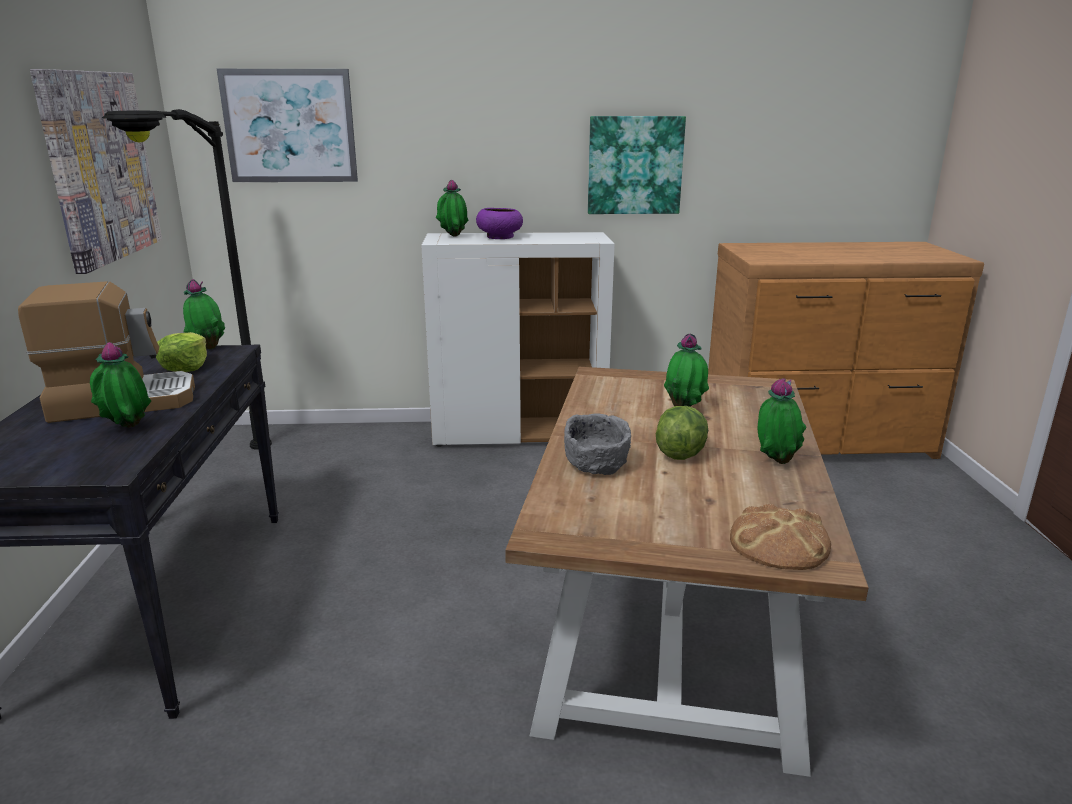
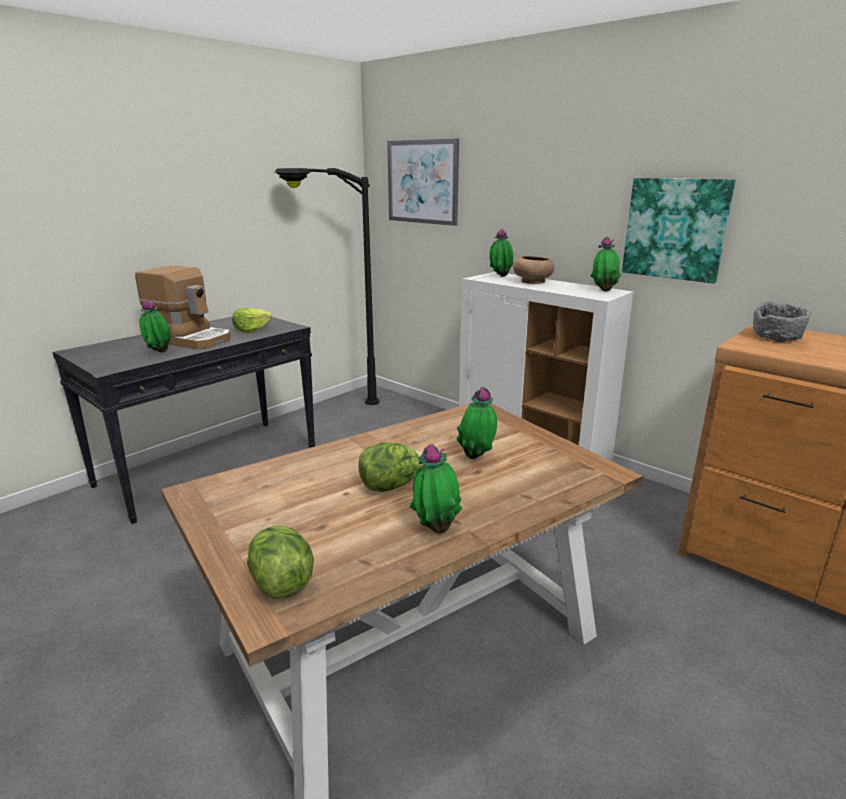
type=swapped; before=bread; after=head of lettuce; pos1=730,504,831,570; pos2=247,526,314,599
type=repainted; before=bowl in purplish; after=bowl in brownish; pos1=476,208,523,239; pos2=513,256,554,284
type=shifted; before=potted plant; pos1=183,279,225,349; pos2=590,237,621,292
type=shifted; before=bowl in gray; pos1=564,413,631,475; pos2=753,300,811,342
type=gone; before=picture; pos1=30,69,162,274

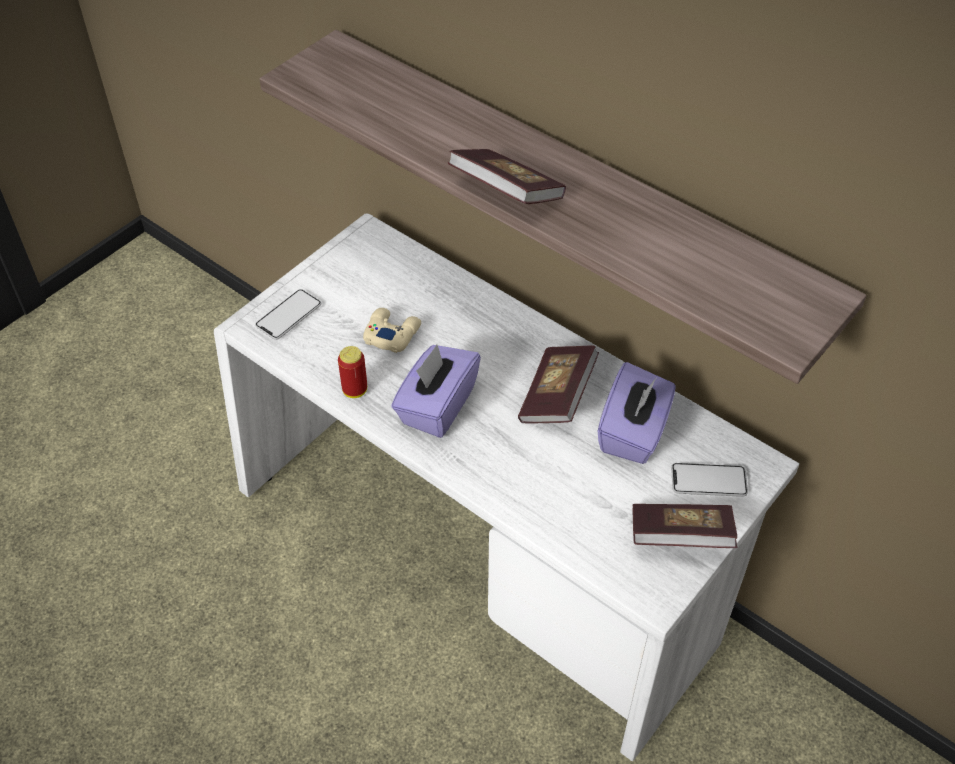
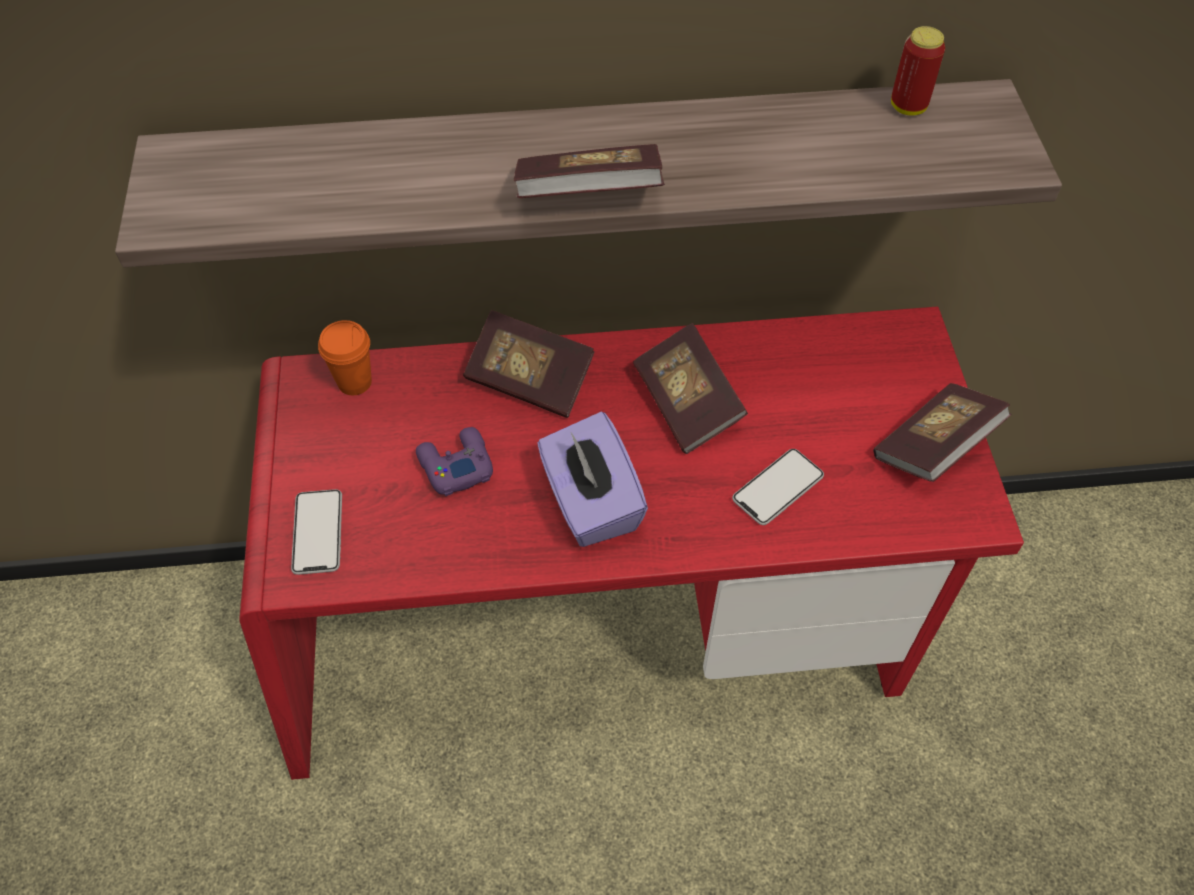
type=repainted; before=desk table in white; after=desk table in red-coloured; pos1=214,214,799,761; pos2=239,307,1024,780
type=new; after=cup in orangey; pos2=318,320,372,395
type=repainted; before=game controller in beige; after=game controller in purplish; pos1=363,308,421,353; pos2=416,427,493,496
type=new; after=book; pos2=463,310,594,418
type=shifted; before=phone; pos1=671,463,748,497; pos2=732,449,824,525
type=shifted; before=sealed can; pos1=338,346,367,398; pos2=891,26,945,116
type=gone; before=tissue holder in purplish; pos1=598,362,676,464

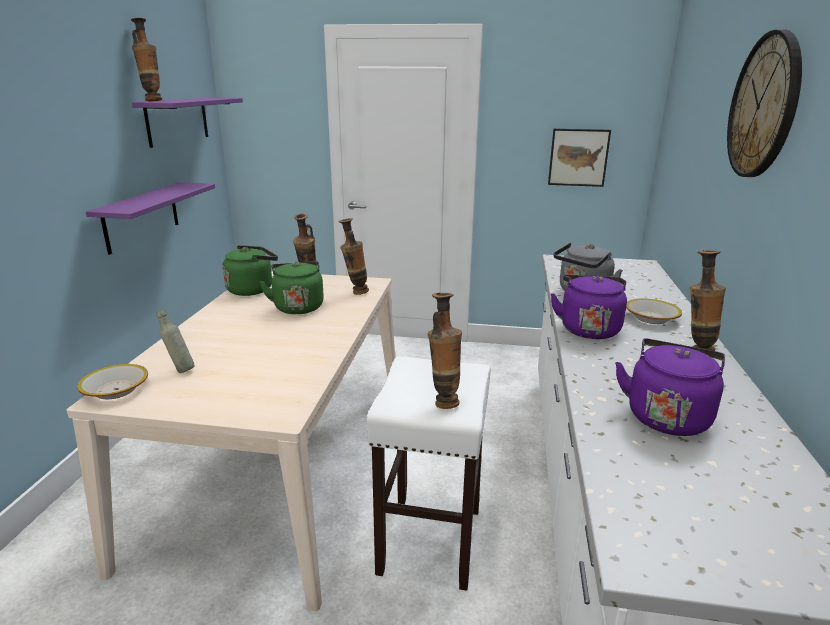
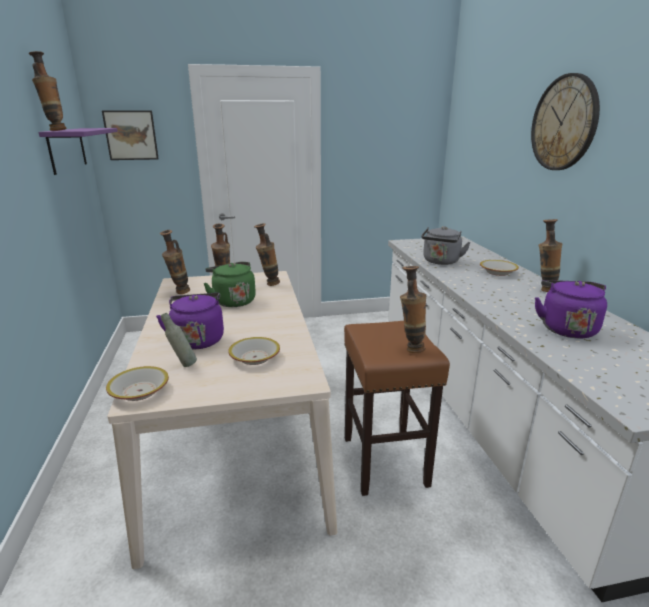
type=shifted; before=picture; pos1=548,129,611,187; pos2=102,110,159,160
type=shifted; before=water kettle in purplish; pos1=550,275,627,339; pos2=156,293,224,349
type=swapped; before=water kettle in green-coloured; after=decorative vase; pos1=222,245,278,296; pos2=160,230,190,294
type=new; after=bowl; pos2=228,337,280,365
type=repainted; before=sitting stool in white; after=sitting stool in brownish; pos1=366,356,491,591; pos2=344,321,450,496
type=gone; before=bracket shelf in purplish; pos1=86,182,215,255

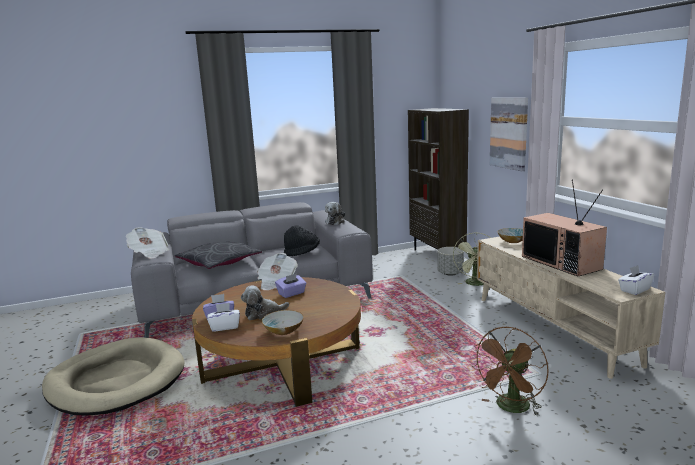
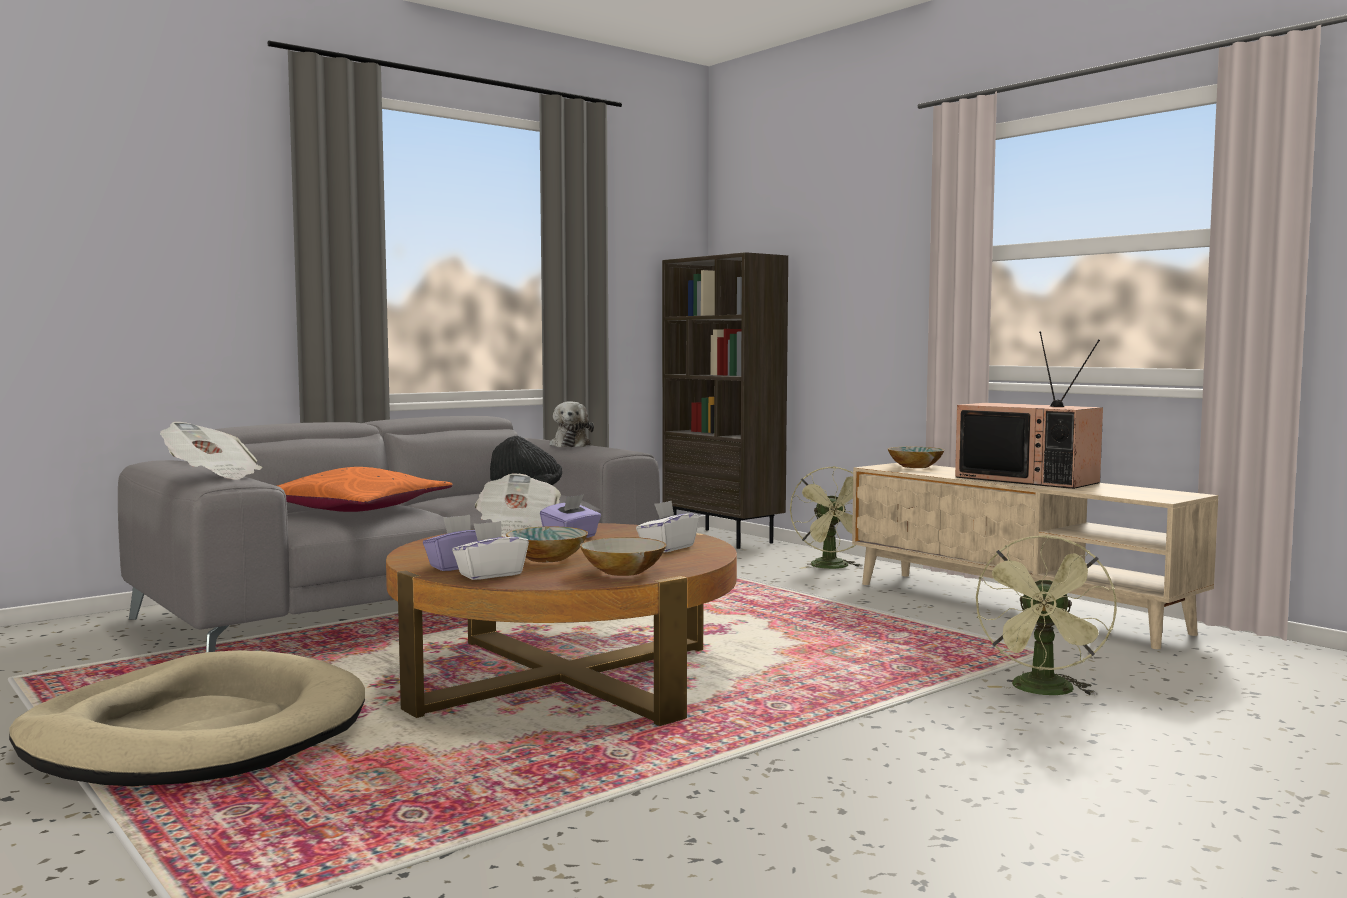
type=repainted; before=pillow in gray; after=pillow in orangey; pos1=175,242,262,269; pos2=277,467,452,512
type=swapped; before=plush toy; after=bowl; pos1=241,285,289,320; pos2=506,526,588,562
type=shifted; before=tissue holder in white; pos1=618,265,654,295; pos2=636,501,699,553
type=repainted; before=electric fan in brownish; after=electric fan in green-coloured; pos1=472,327,549,415; pos2=976,535,1117,696
type=gone; before=plant pot in gray; pos1=438,247,464,276
type=gone; before=picture; pos1=490,97,528,171

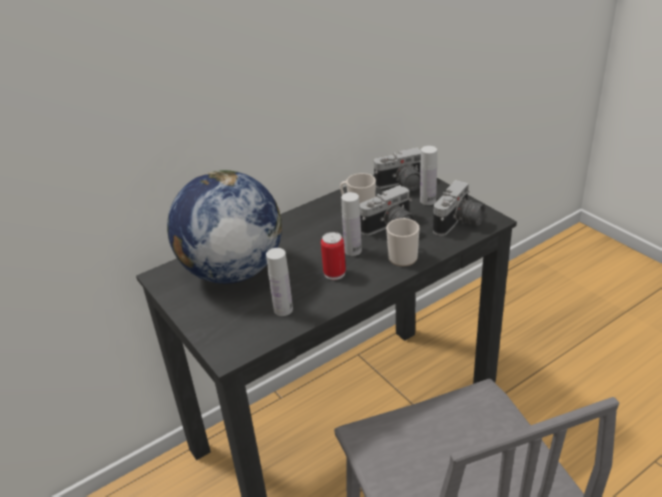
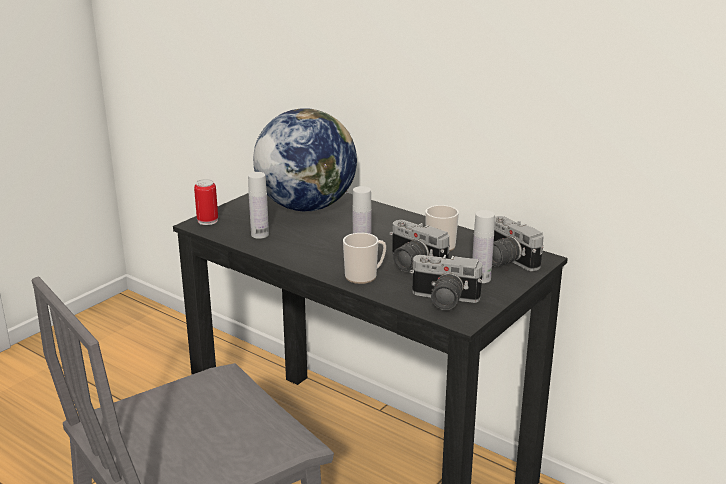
type=shifted; before=sealed can; pos1=321,232,346,280; pos2=194,179,218,225

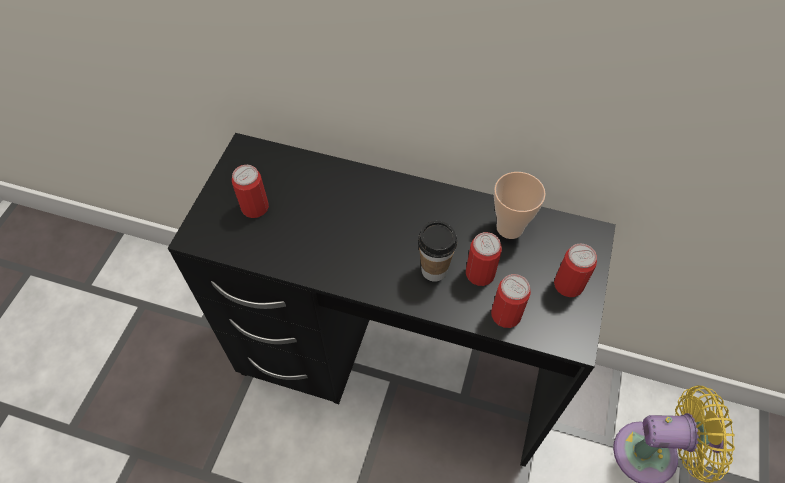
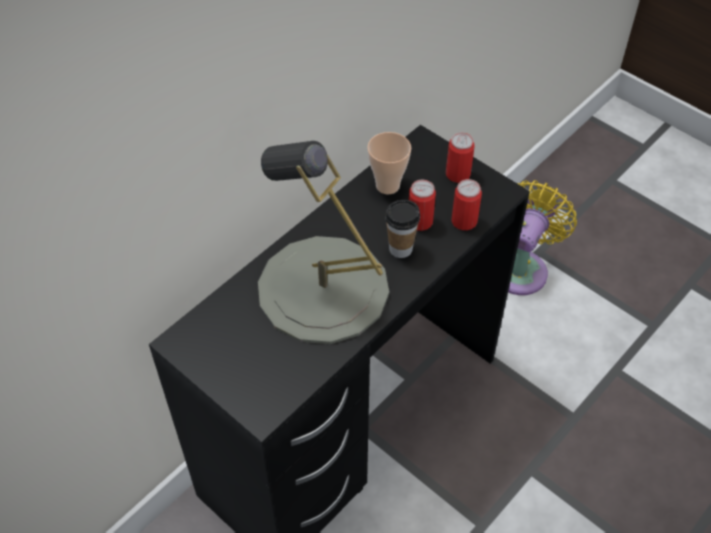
type=new; after=lamp for a table in gray; pos2=258,141,389,344
type=gone; before=sealed can; pos1=232,165,269,218

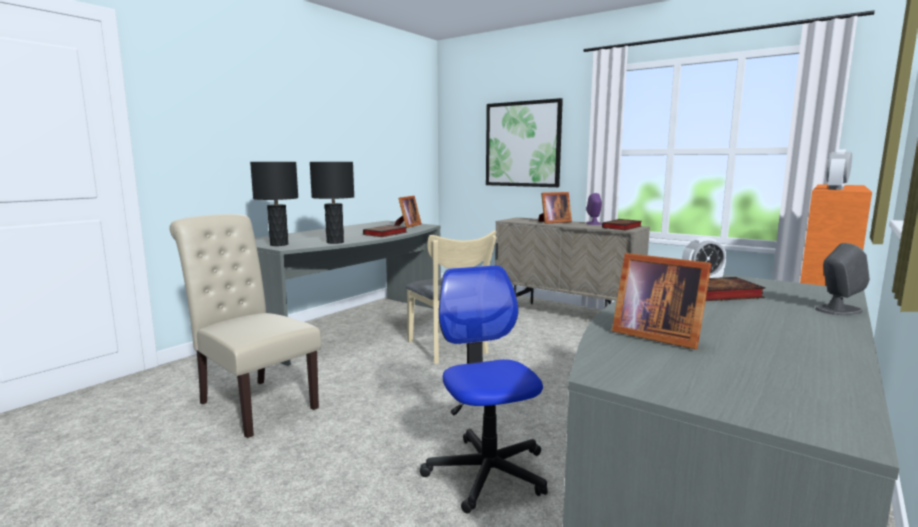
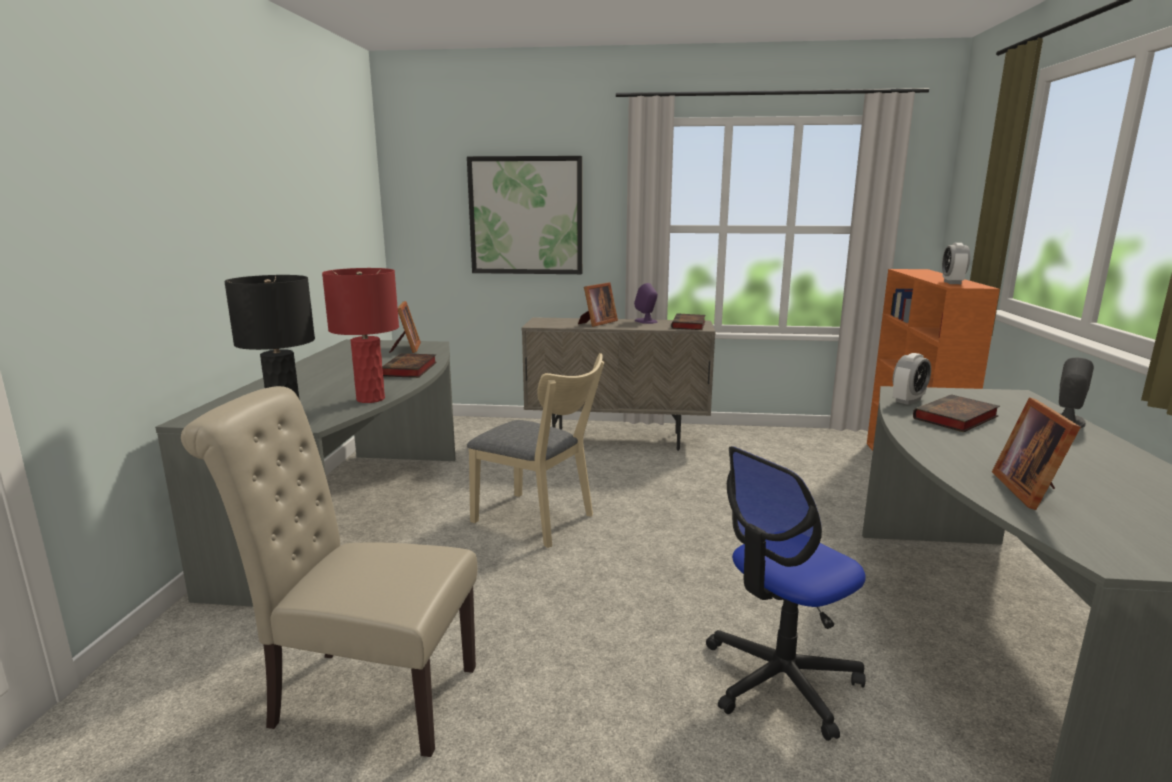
type=repainted; before=lamp for a table in black; after=lamp for a table in red-coloured; pos1=310,162,354,244; pos2=322,268,399,403
type=rotated; before=computer chair; pos1=420,265,548,514; pos2=706,446,866,741; turn=-75
type=rotated; before=standing frame; pos1=612,253,711,349; pos2=992,397,1081,510; turn=90

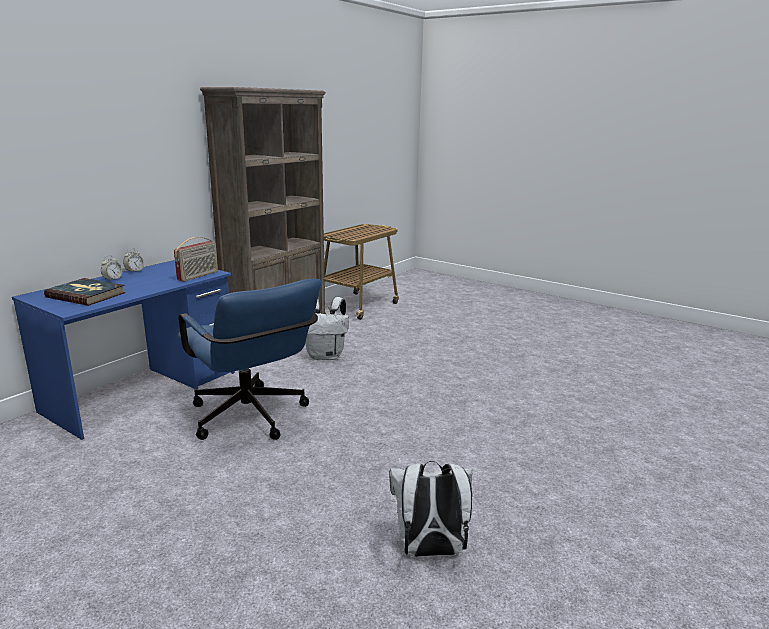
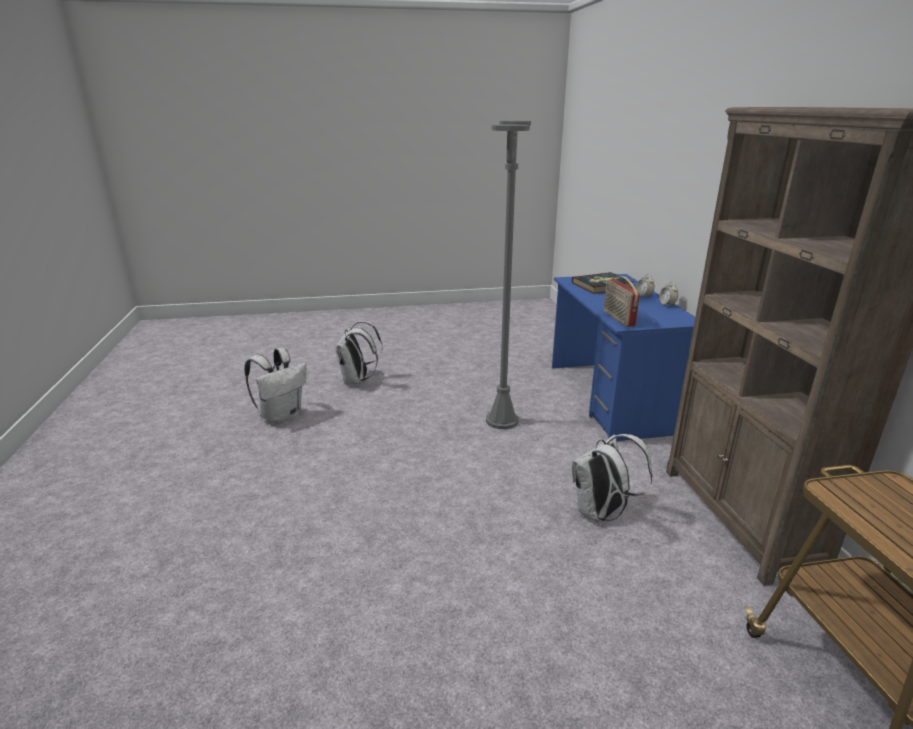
type=new; after=backpack in white; pos2=335,321,383,384
type=swapped; before=computer chair in blue; after=floor lamp in gray; pos1=178,279,321,440; pos2=486,121,531,429

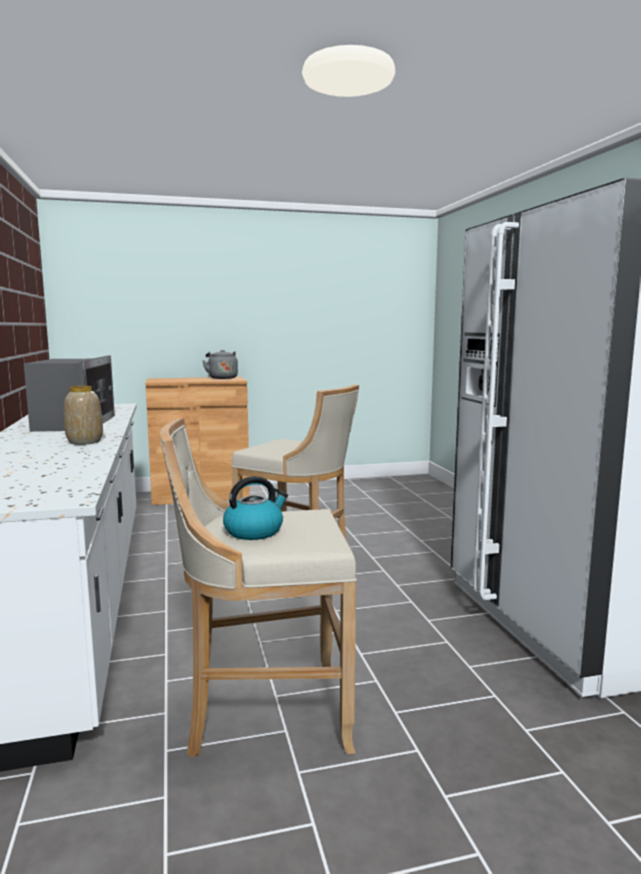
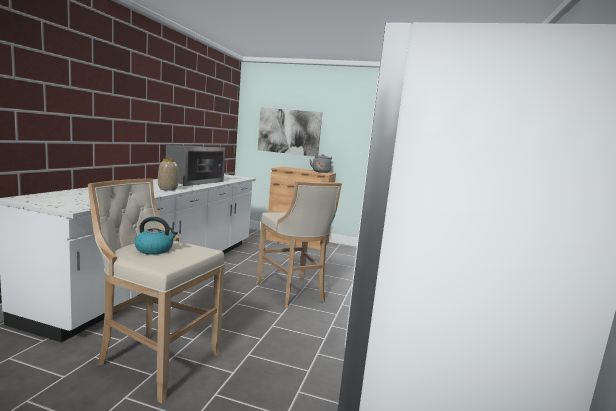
type=new; after=picture; pos2=258,107,322,156

